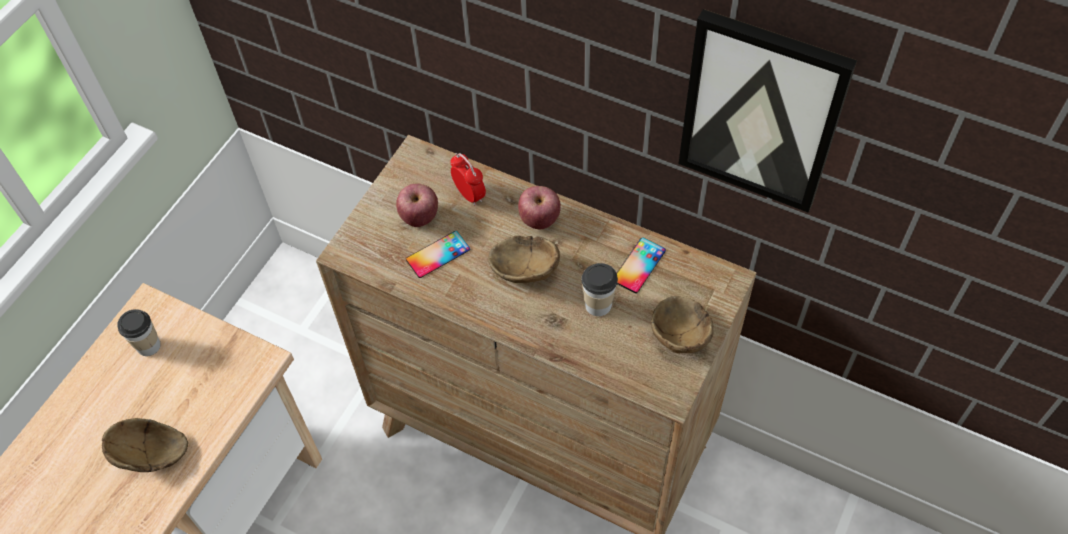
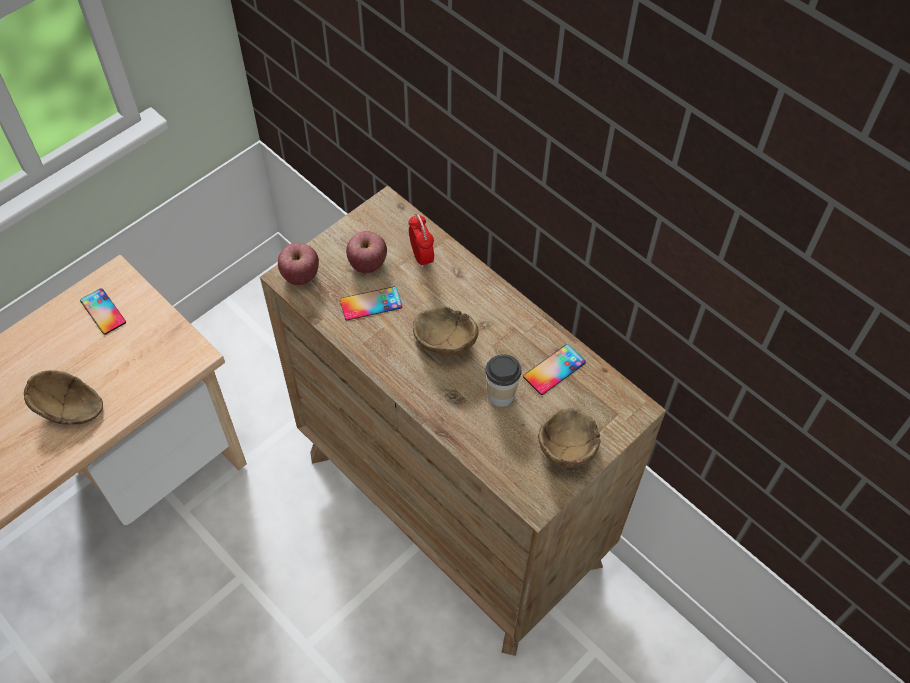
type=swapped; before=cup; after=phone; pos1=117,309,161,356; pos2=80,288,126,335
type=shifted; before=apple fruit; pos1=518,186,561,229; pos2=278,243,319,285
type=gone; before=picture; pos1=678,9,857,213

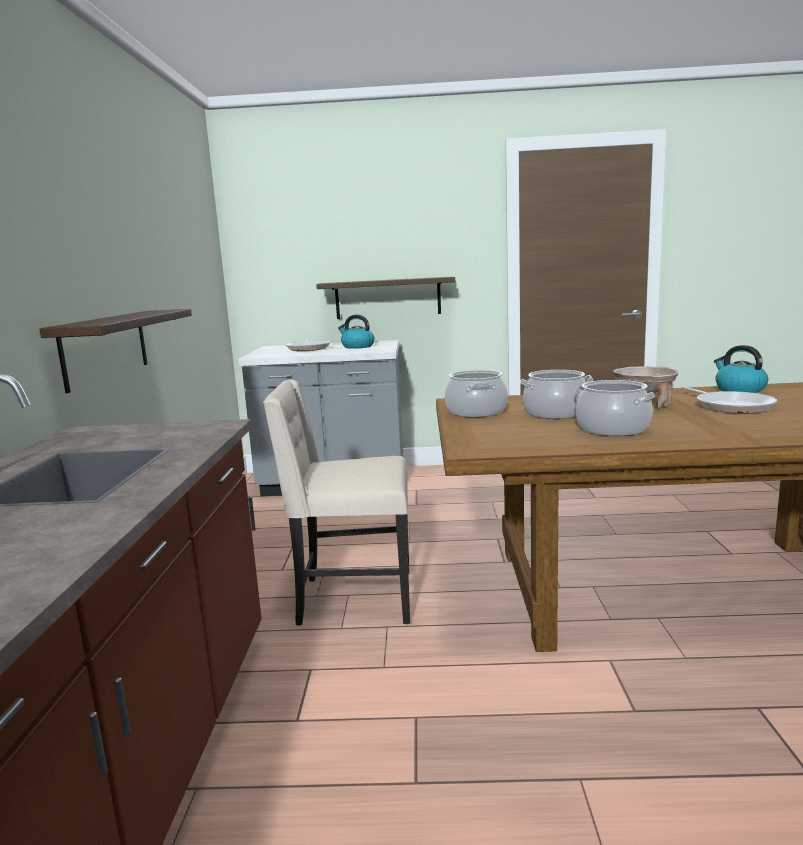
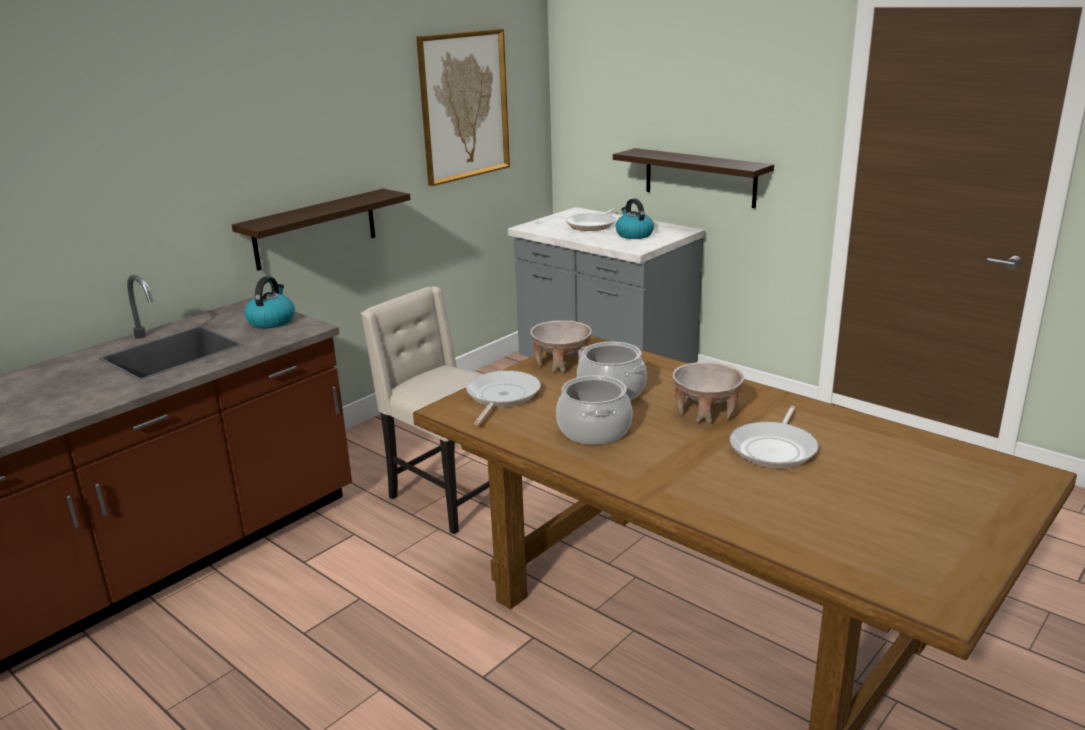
type=shifted; before=water kettle; pos1=714,345,768,393; pos2=244,276,295,328
type=new; after=picture; pos2=416,29,510,186
type=new; after=skillet; pos2=466,370,541,425
type=swapped; before=stockpot; after=bowl in beige; pos1=445,370,508,417; pos2=530,321,592,372

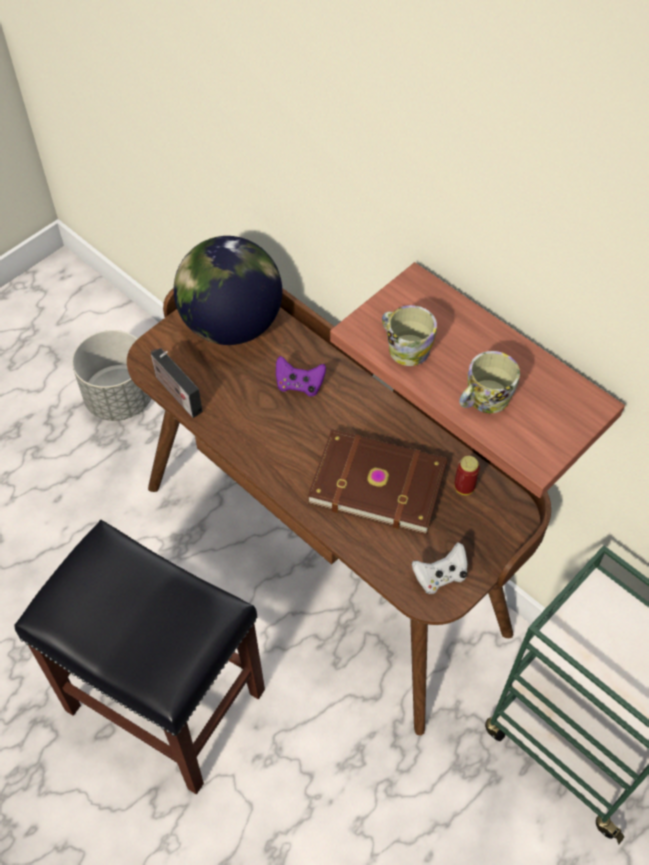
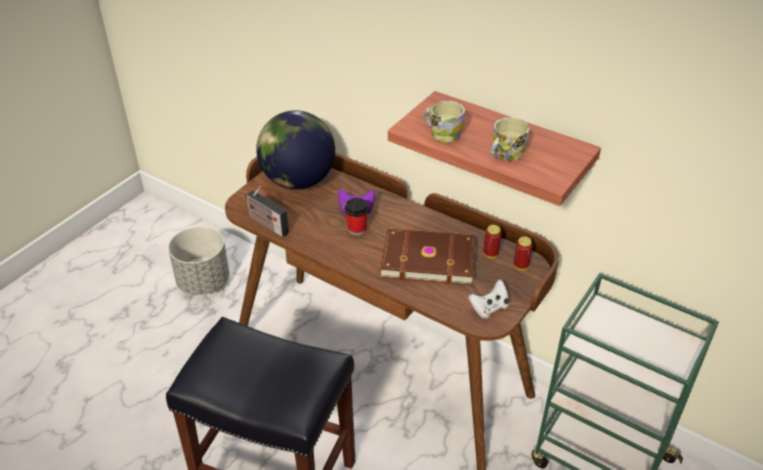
type=new; after=cup; pos2=345,198,368,235
type=new; after=sealed can; pos2=514,237,533,270

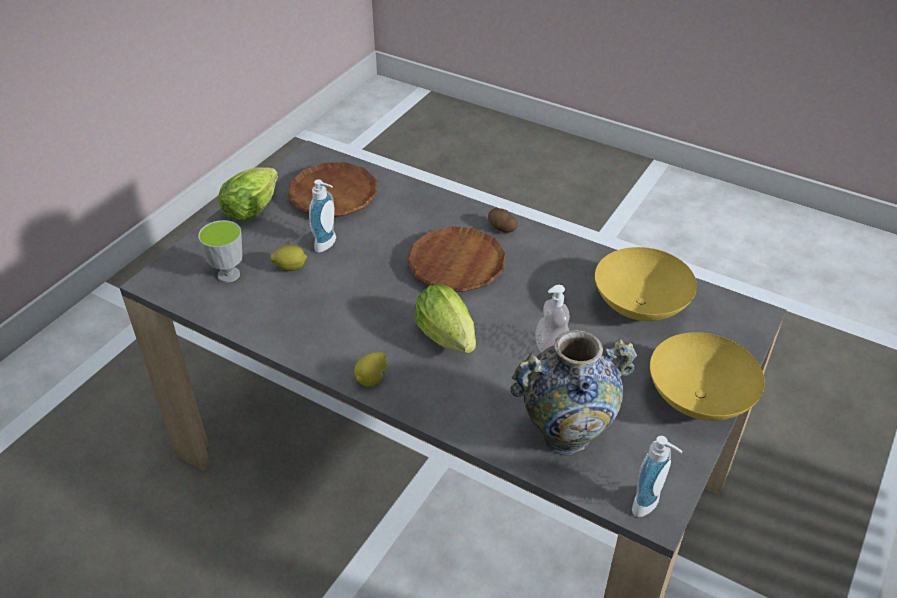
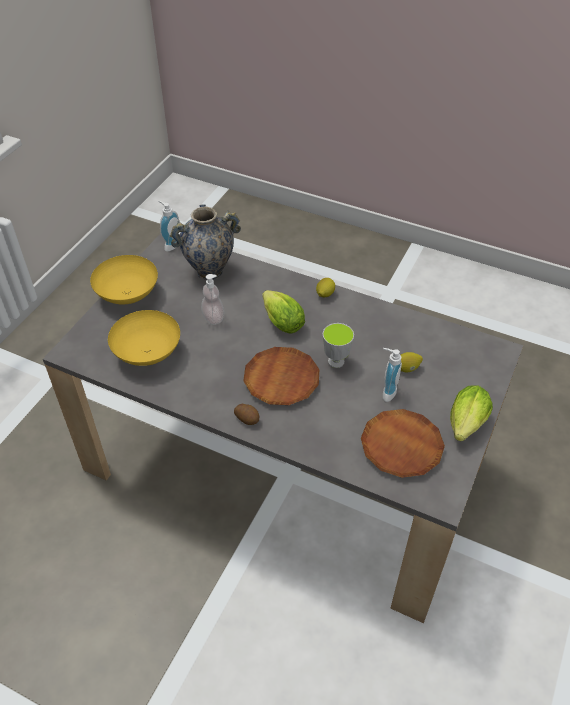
type=shifted; before=cup; pos1=198,220,242,283; pos2=322,323,354,368

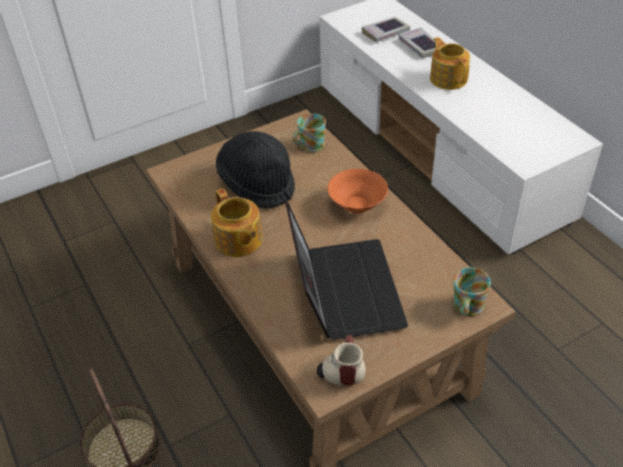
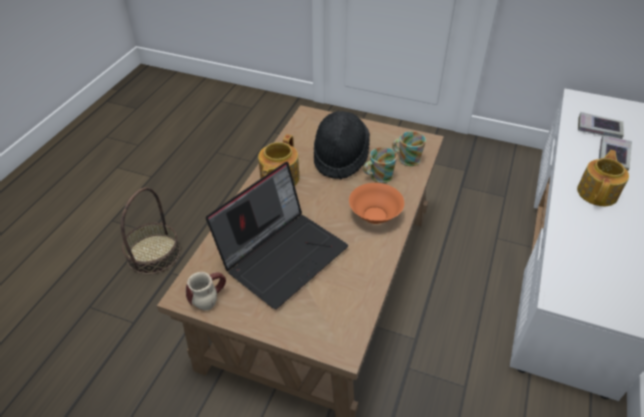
type=shifted; before=coffee mug; pos1=453,268,491,316; pos2=363,147,397,183

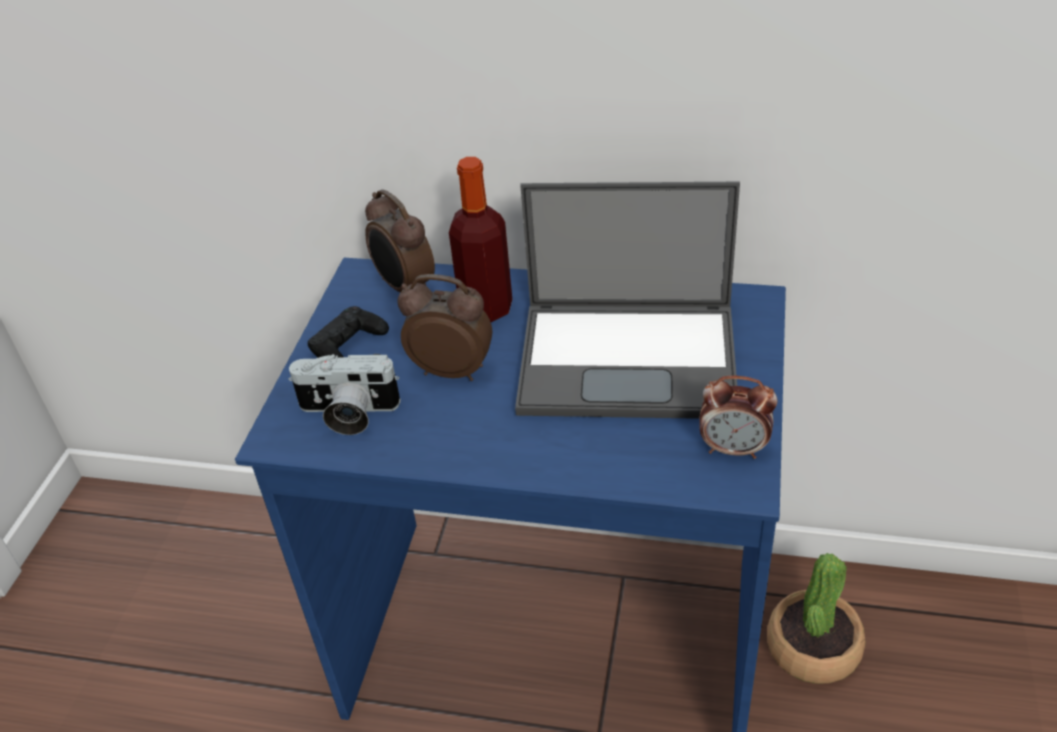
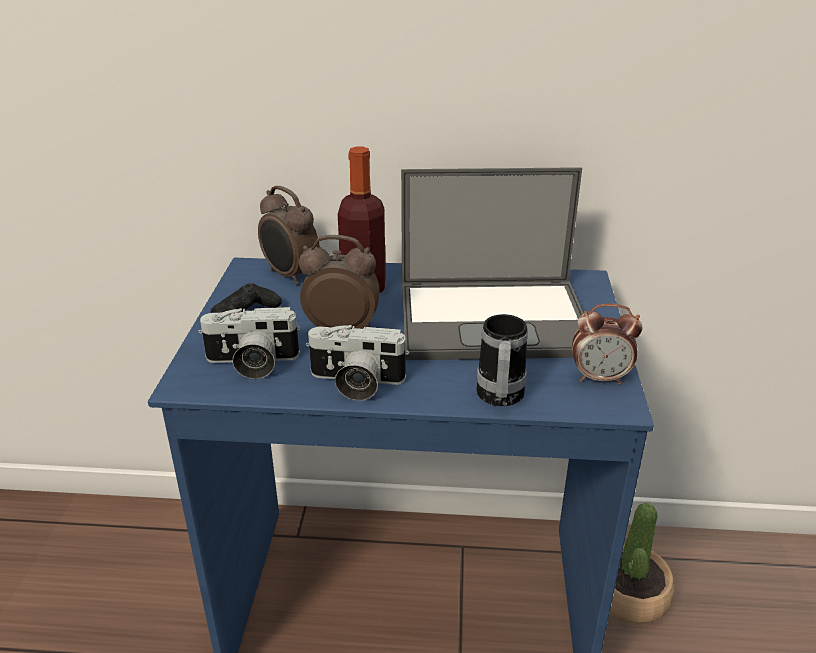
type=new; after=photo camera; pos2=306,325,409,401
type=new; after=coffee mug; pos2=476,314,528,406

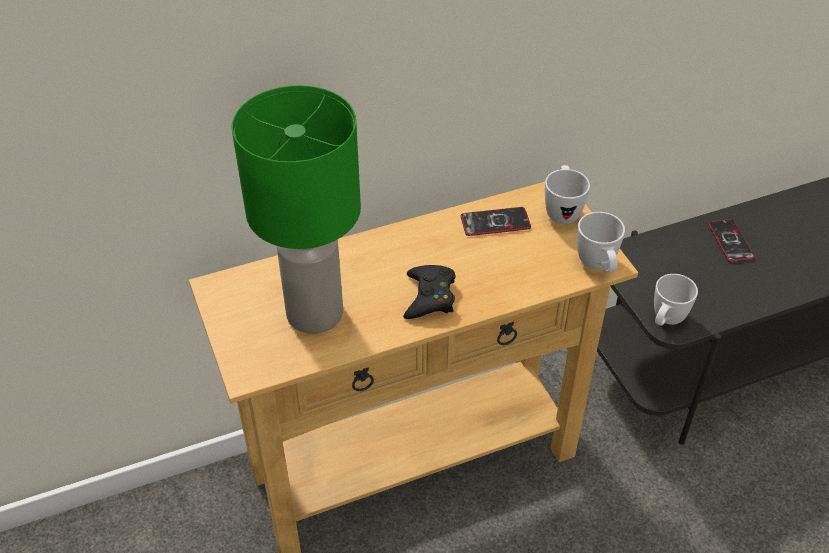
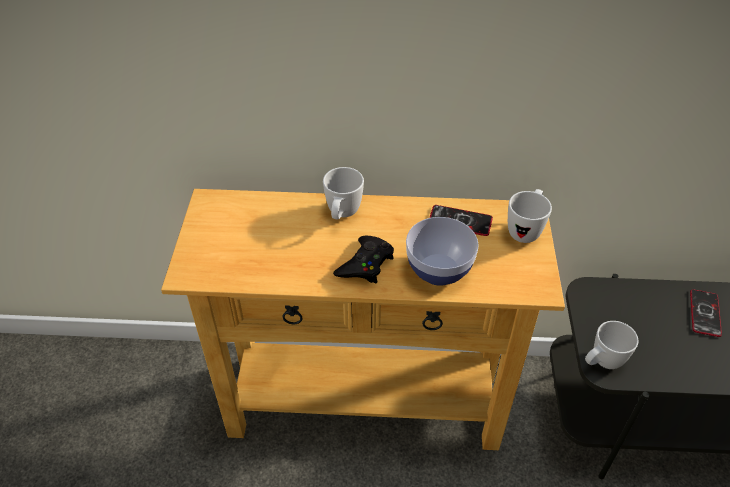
type=shifted; before=coffee mug in white; pos1=577,212,625,273; pos2=323,167,364,219
type=new; after=bowl; pos2=406,217,479,286
type=gone; before=lamp for a table in green-coloured; pos1=231,85,361,334

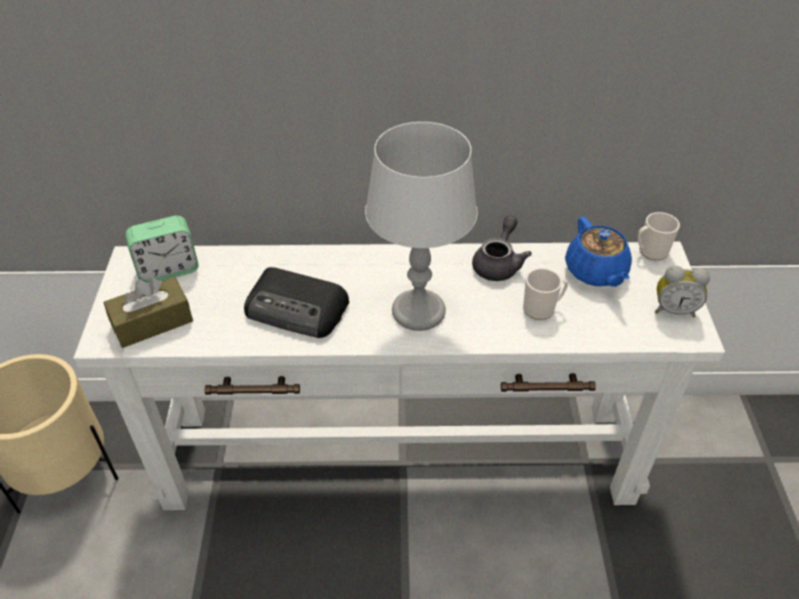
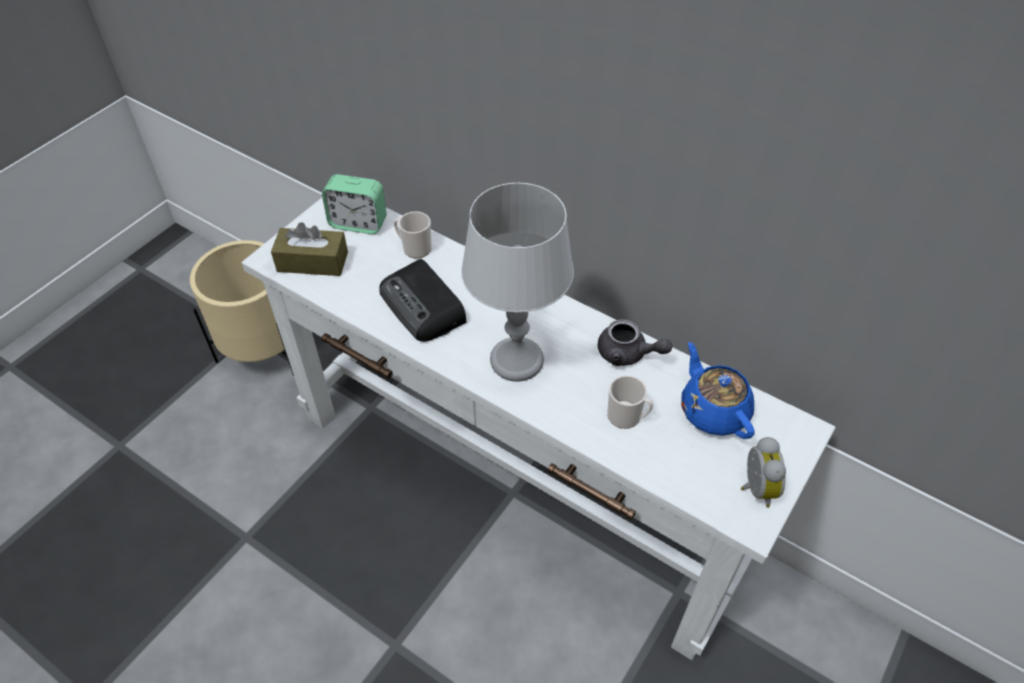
type=shifted; before=coffee mug; pos1=638,212,680,261; pos2=394,211,432,259
type=rotated; before=teapot in gray; pos1=472,215,532,281; pos2=598,319,672,366; turn=60
type=rotated; before=teapot in blue; pos1=565,217,632,287; pos2=681,342,755,439; turn=135
type=rotated; before=alarm clock; pos1=655,266,710,317; pos2=741,437,786,508; turn=-135

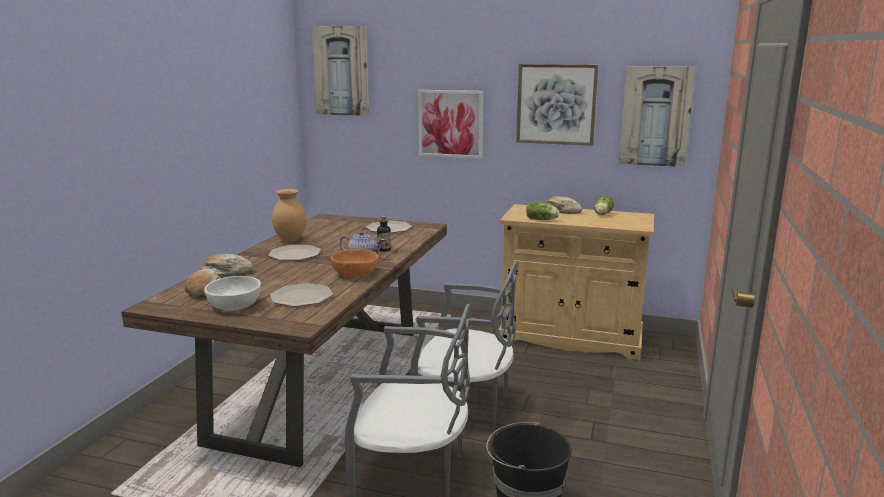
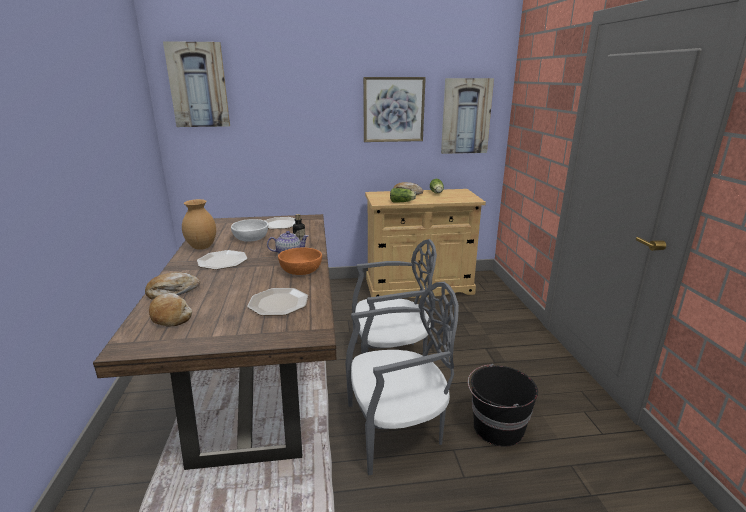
type=shifted; before=bowl in white; pos1=204,276,261,311; pos2=231,219,268,242
type=gone; before=picture; pos1=418,90,483,159

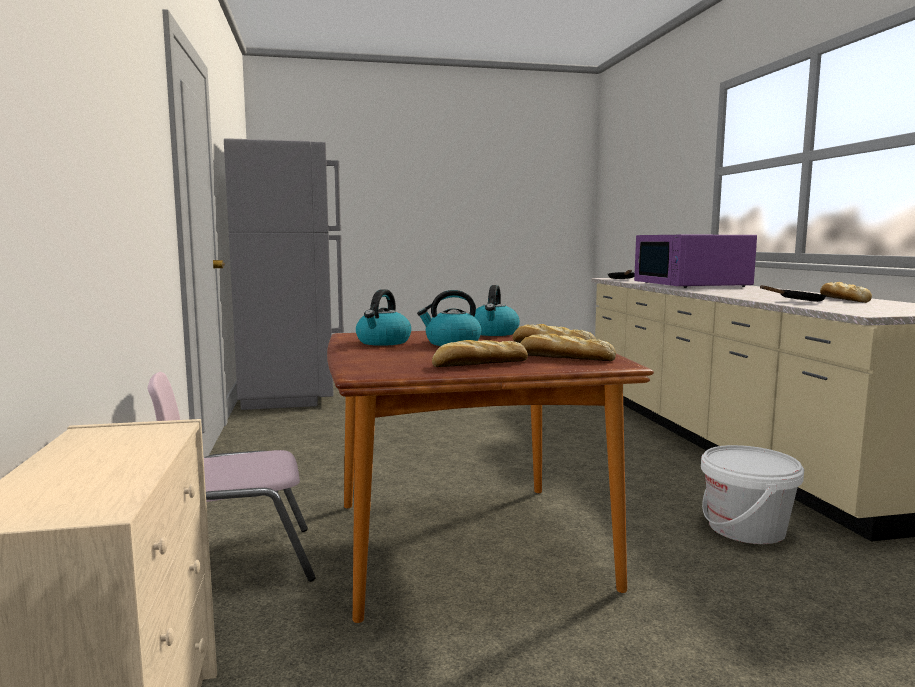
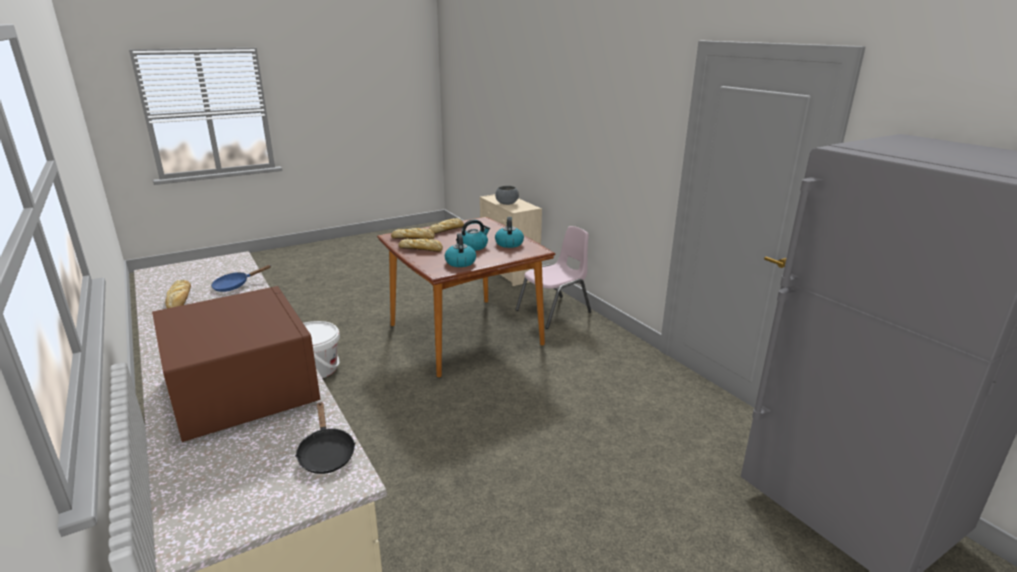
type=repainted; before=kitchen microwave in purplish; after=kitchen microwave in brownish; pos1=634,235,757,288; pos2=152,286,321,442
type=repainted; before=skillet in black; after=skillet in blue; pos1=760,285,826,302; pos2=211,265,271,292
type=new; after=bowl in gray; pos2=495,186,519,205

